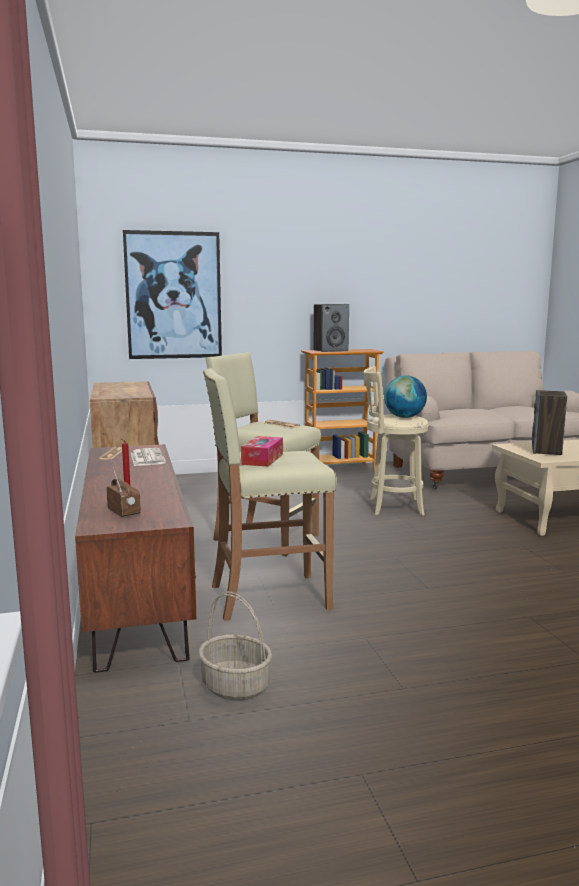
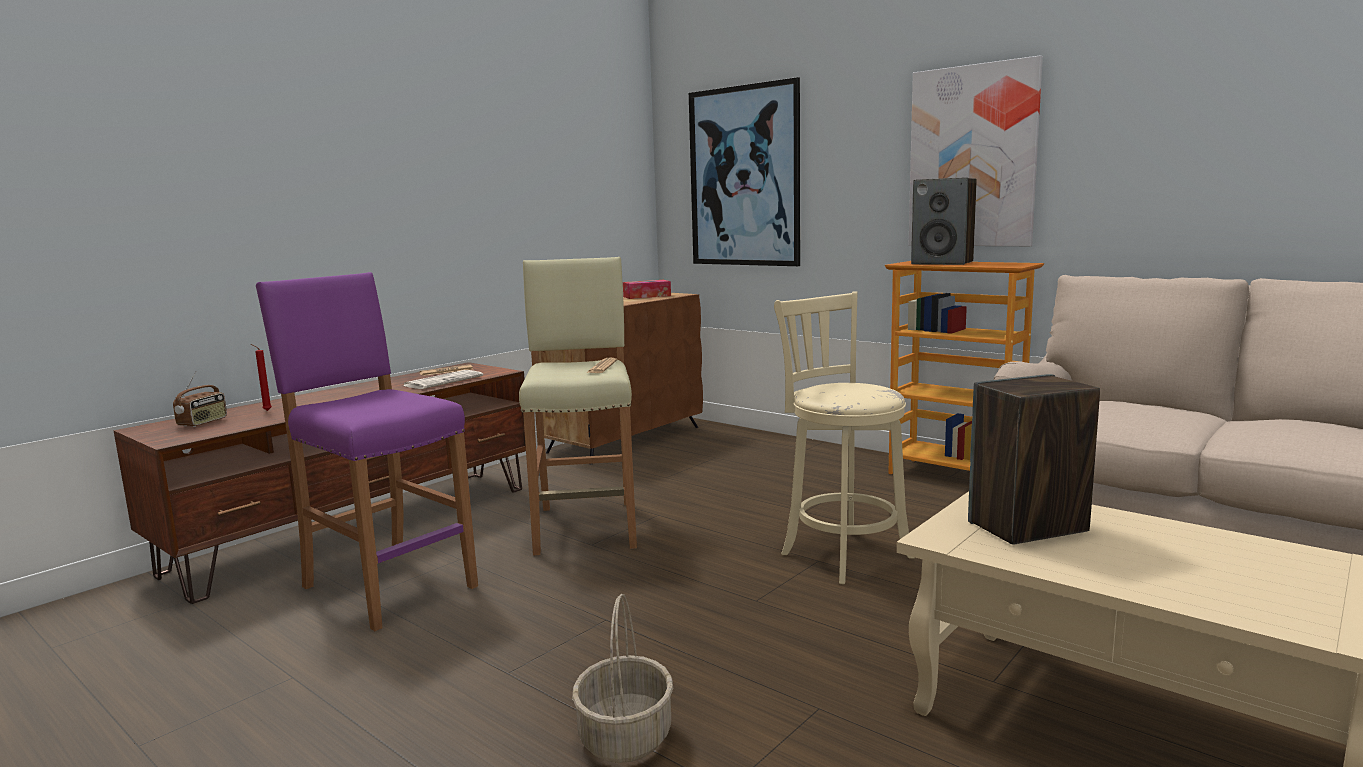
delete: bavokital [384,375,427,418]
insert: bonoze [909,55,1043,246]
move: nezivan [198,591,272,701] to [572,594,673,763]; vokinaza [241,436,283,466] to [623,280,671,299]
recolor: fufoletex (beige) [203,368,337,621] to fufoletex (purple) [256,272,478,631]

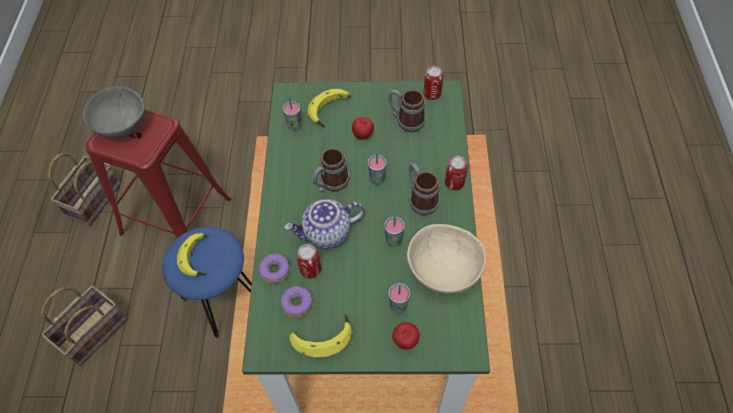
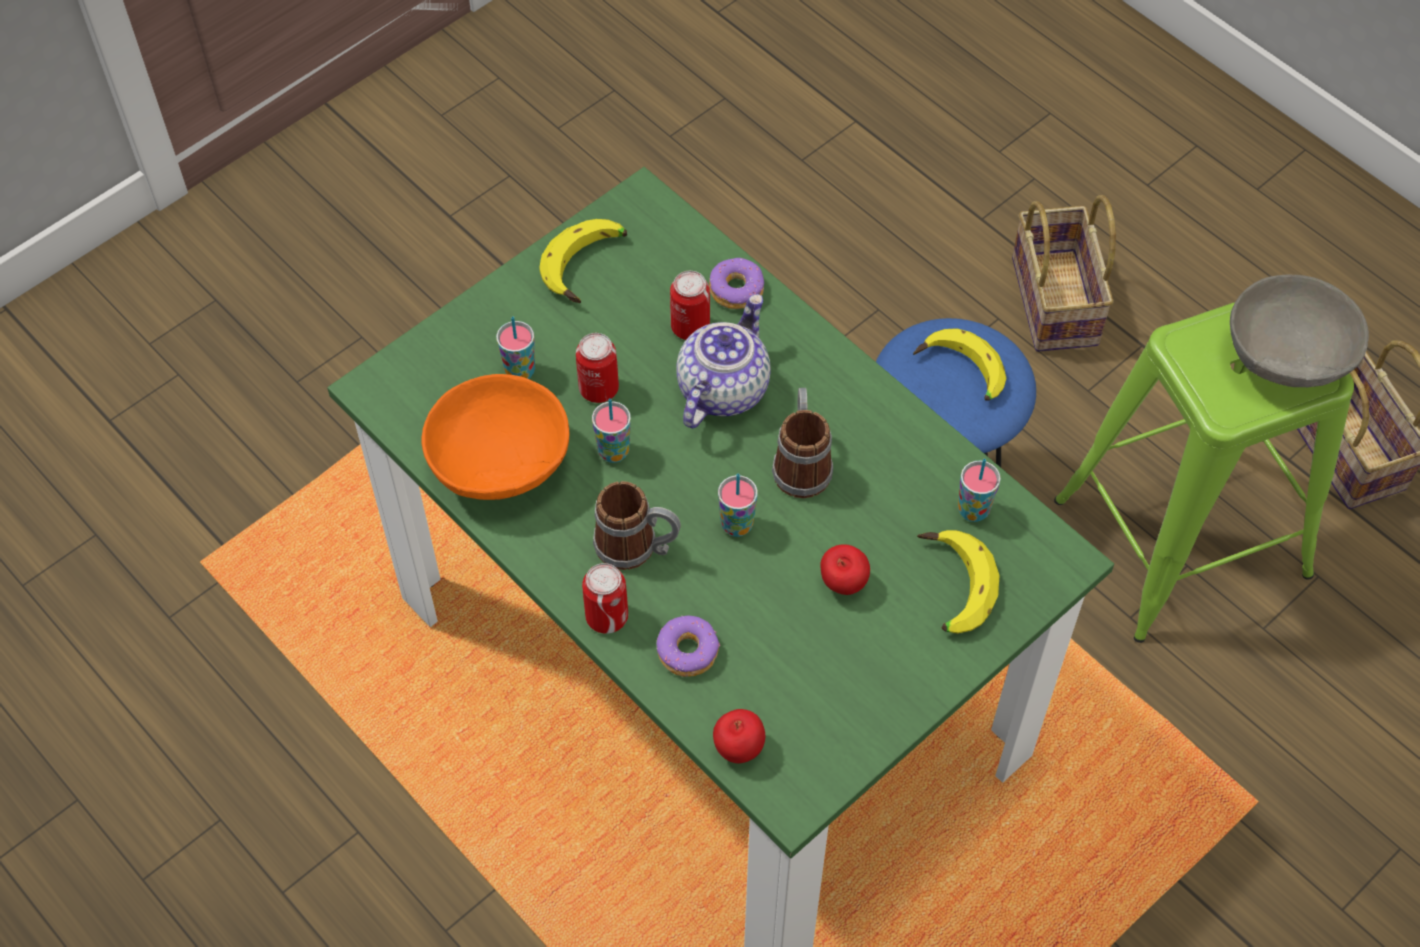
delete: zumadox [388,90,425,132]
move: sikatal [424,66,443,100] to [576,333,619,403]; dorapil [281,286,312,318] to [656,615,720,677]; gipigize [392,322,419,350] to [713,709,765,763]
recolor: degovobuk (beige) [407,224,486,294] to degovobuk (orange) [421,374,569,500]; fufoletex (red) [86,110,231,238] to fufoletex (green) [1054,302,1354,643]

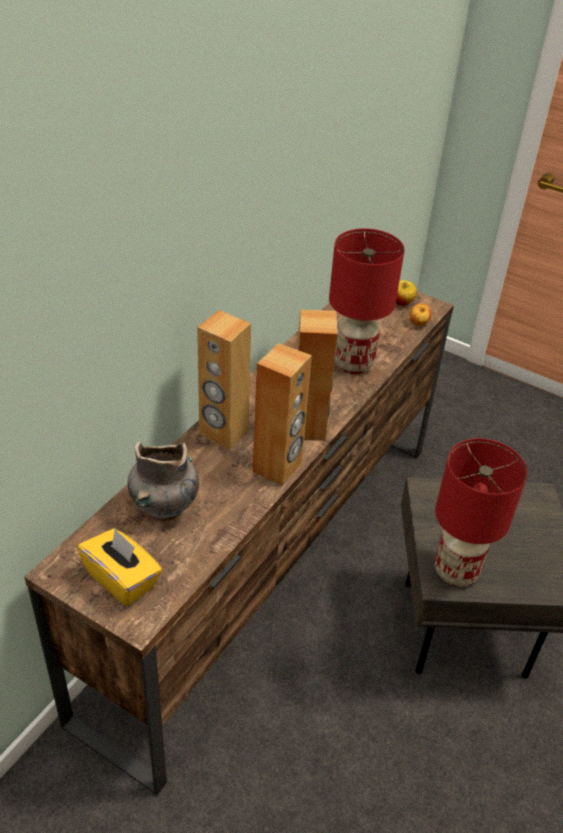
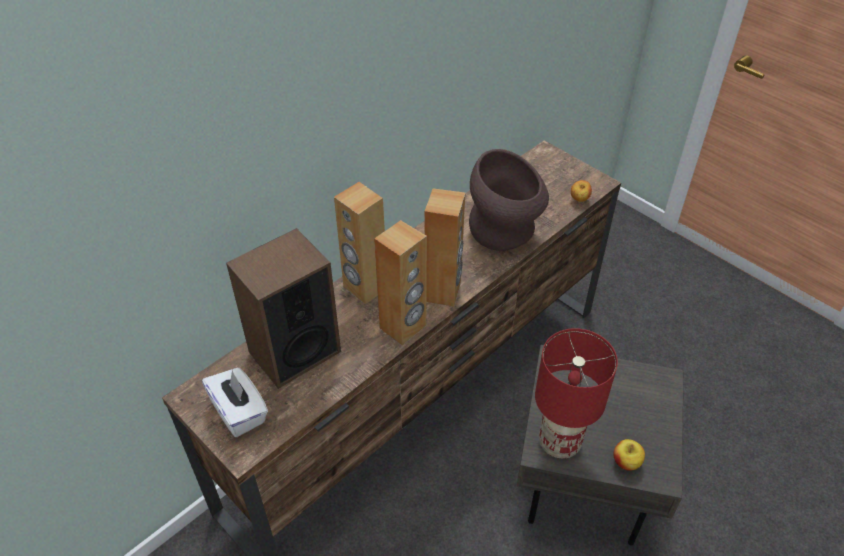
move: gipigize [396,280,417,306] to [614,439,645,471]
replace: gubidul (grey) [128,442,199,521] to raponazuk [226,228,341,389]; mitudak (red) [329,228,405,374] to gubidul (brown) [469,149,549,251]
recolor: vokinaza (yellow) [77,528,162,606] to vokinaza (white) [202,367,268,437]

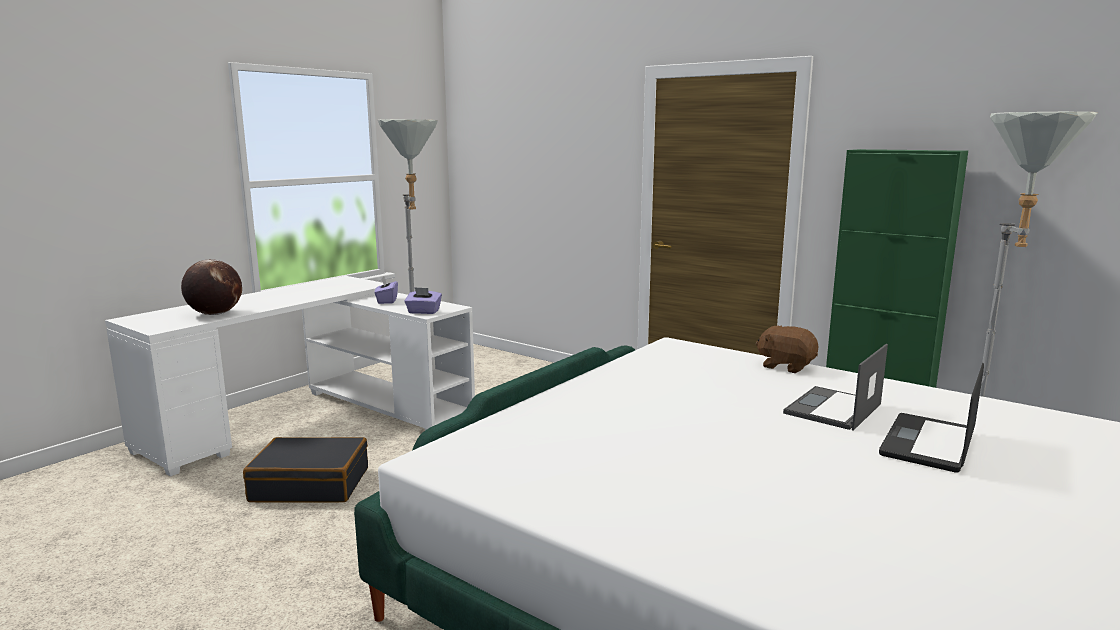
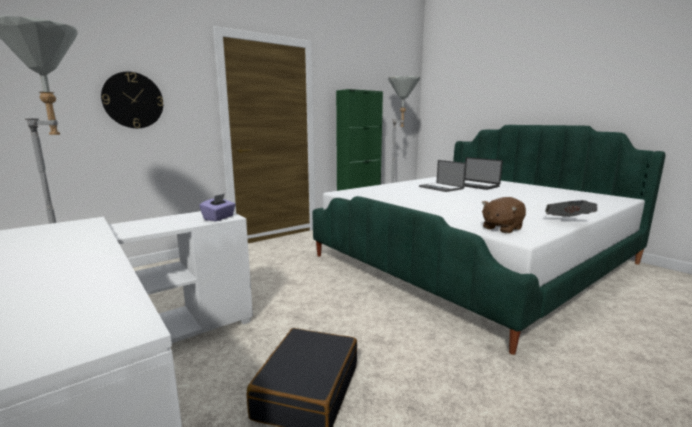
delete: bavokital [181,259,242,315]; vokinaza (purple) [374,277,398,304]
insert: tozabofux [101,72,163,128]; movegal [545,200,597,217]
move: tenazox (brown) [756,326,818,373] to [482,197,526,234]

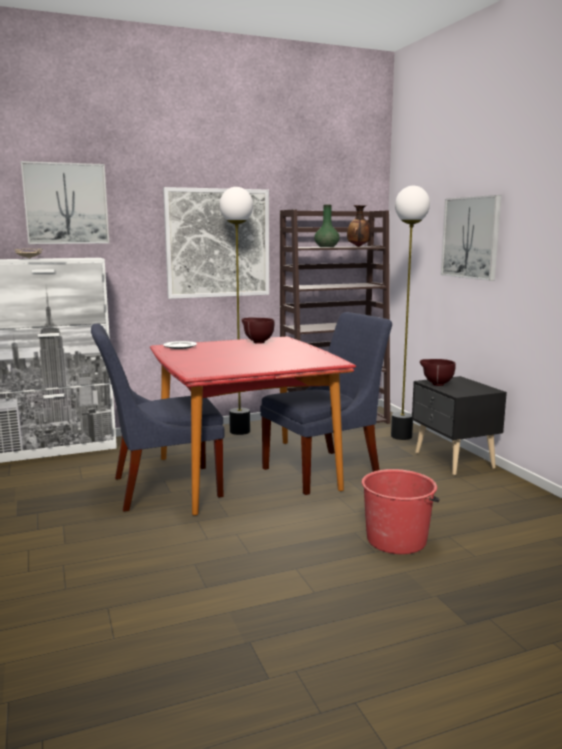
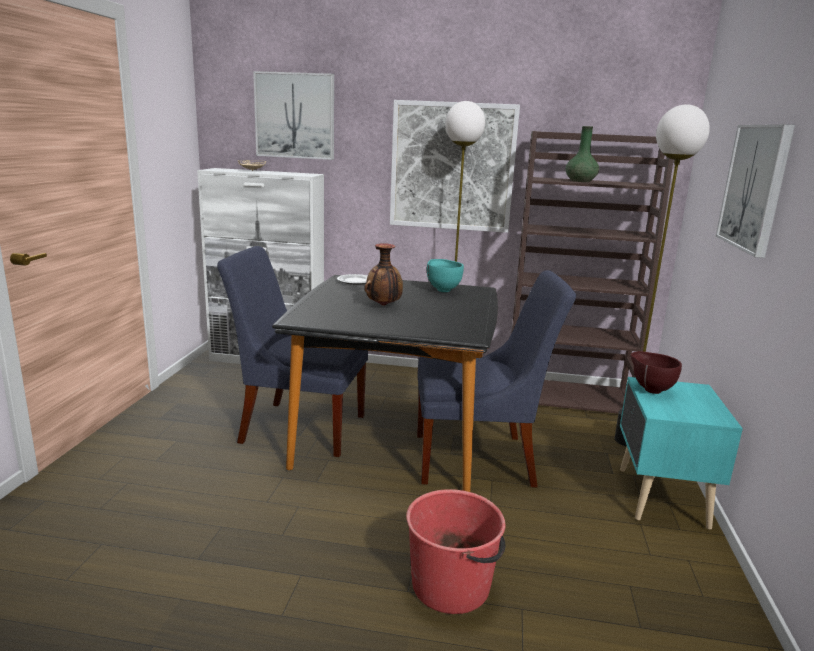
move: gubidul [347,205,371,247] to [364,243,403,306]
recolor: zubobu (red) [150,336,356,516] to zubobu (black) [272,275,498,492]; degovobuk (brown) [242,317,275,344] to degovobuk (turquoise) [427,259,464,292]; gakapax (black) [412,376,507,475] to gakapax (turquoise) [620,377,743,530]

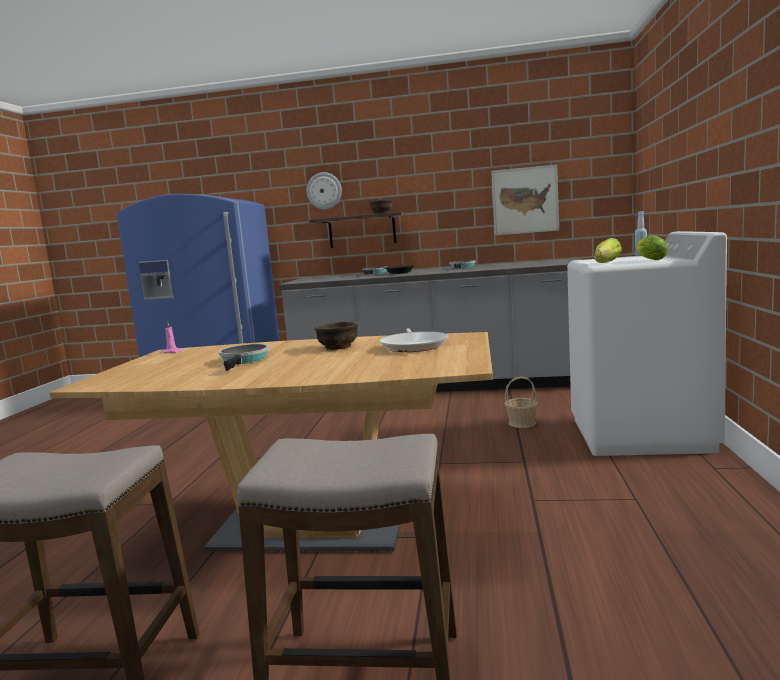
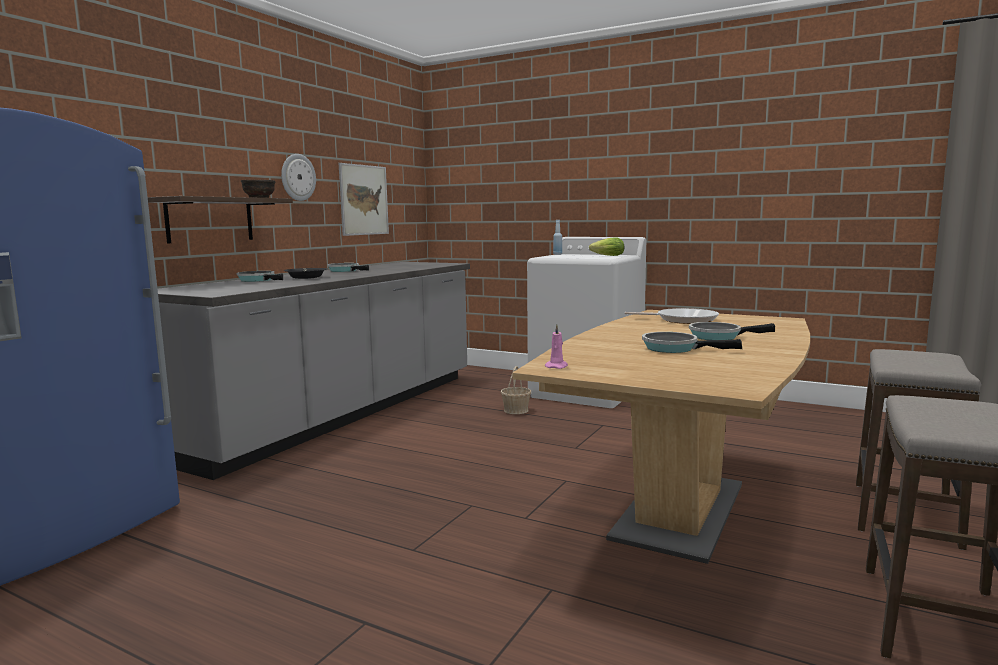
delete: degovobuk (brown) [314,321,358,350]; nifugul [594,238,622,263]
insert: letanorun [689,322,775,340]
move: tozabofux [307,172,342,210] to [281,154,316,201]

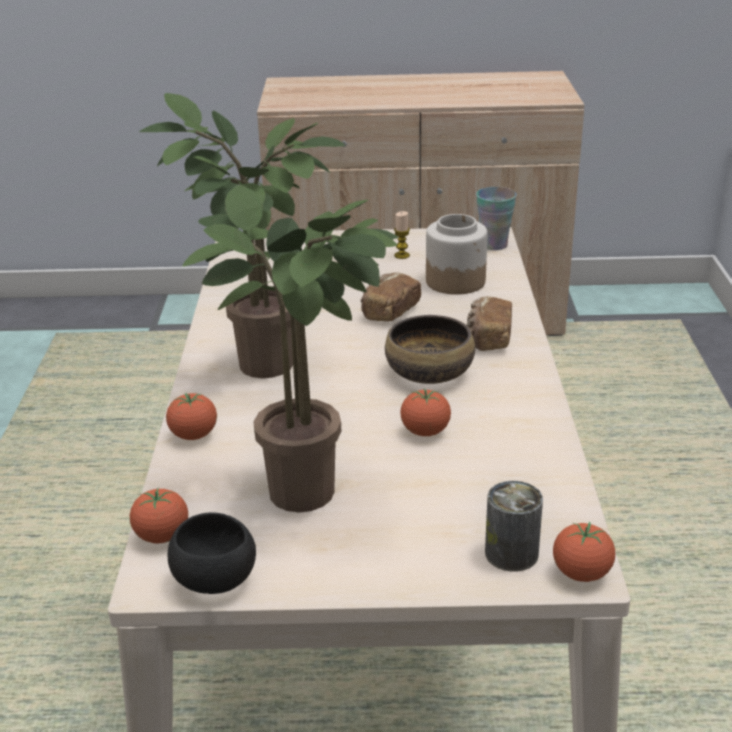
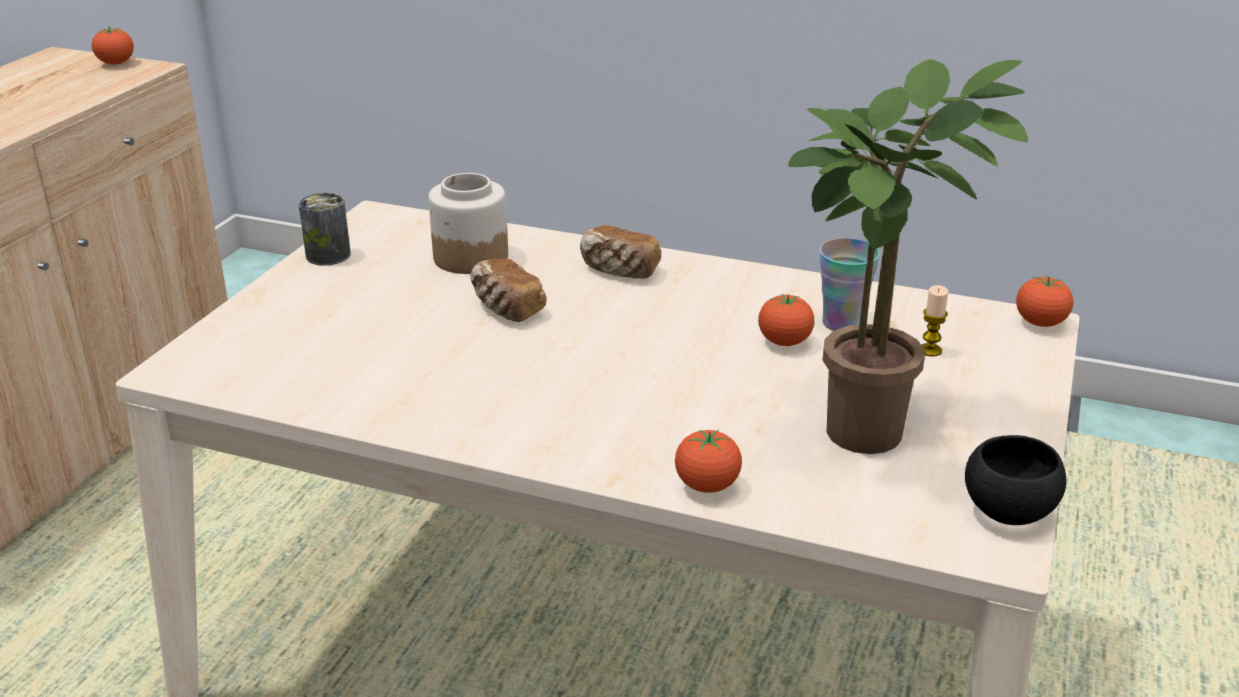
delete: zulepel [139,93,346,378]; degovobuk [385,315,475,384]
move: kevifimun [130,487,188,543] to [92,26,134,64]; sikatal [485,481,543,572] to [299,193,351,266]; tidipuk [476,187,517,250] to [820,238,880,331]; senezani [394,211,410,259] to [921,285,949,357]

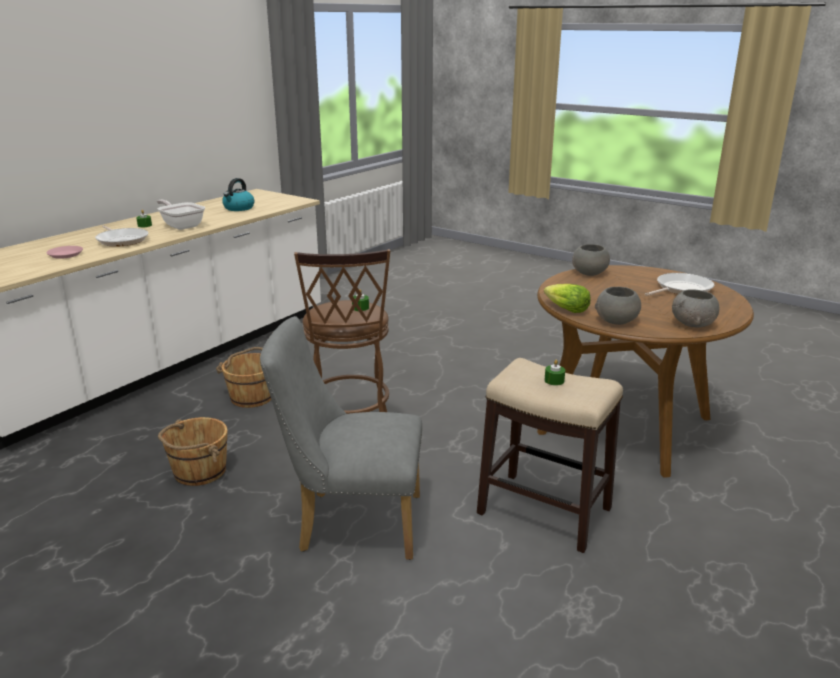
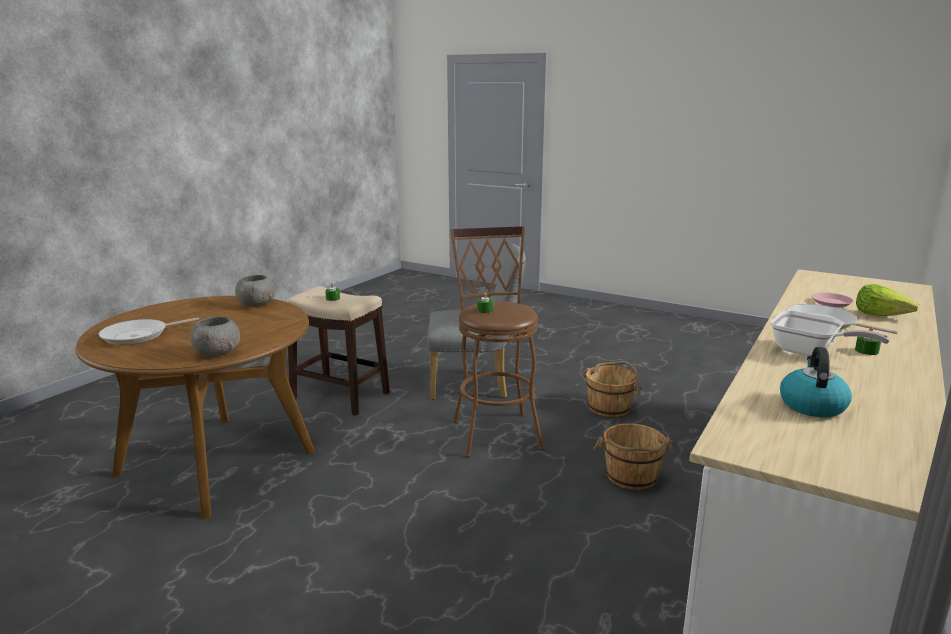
delete: degovobuk (grey) [672,289,719,327]
move: nifugul [544,284,590,313] to [856,284,919,316]

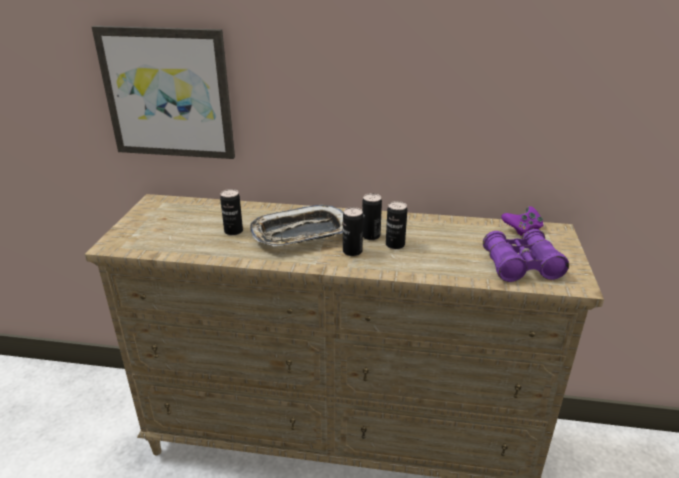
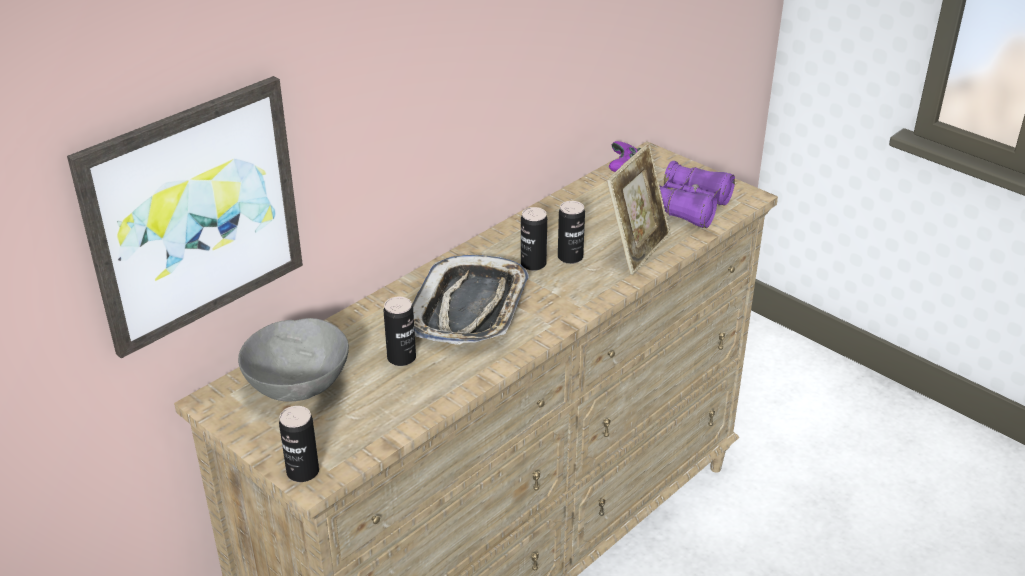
insert: degovobuk (grey) [238,318,349,402]; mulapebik [607,143,670,275]
move: sikatal [343,207,363,256] to [279,406,319,482]

